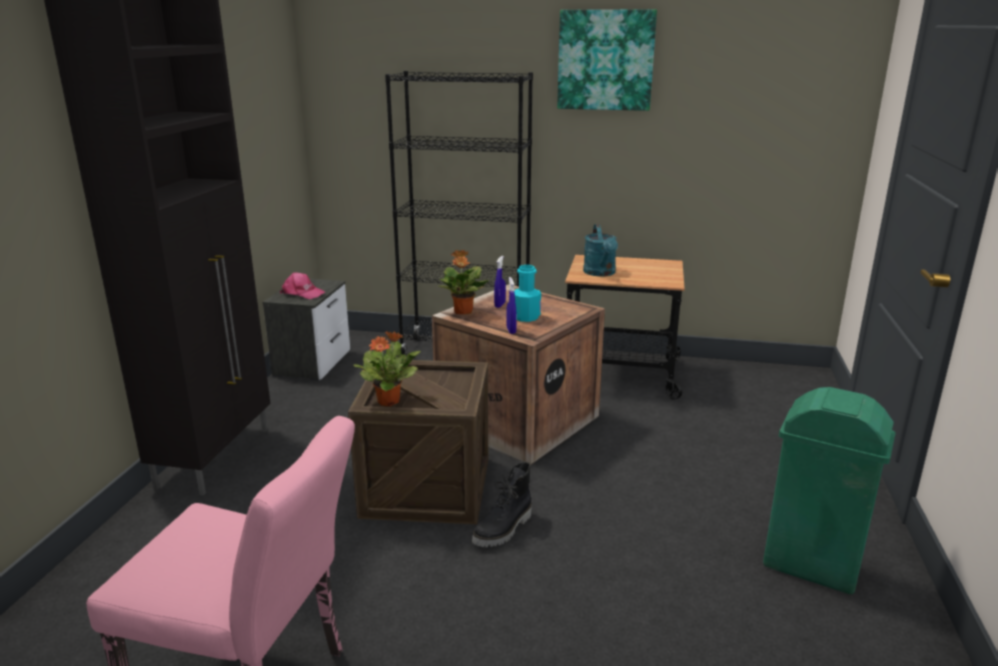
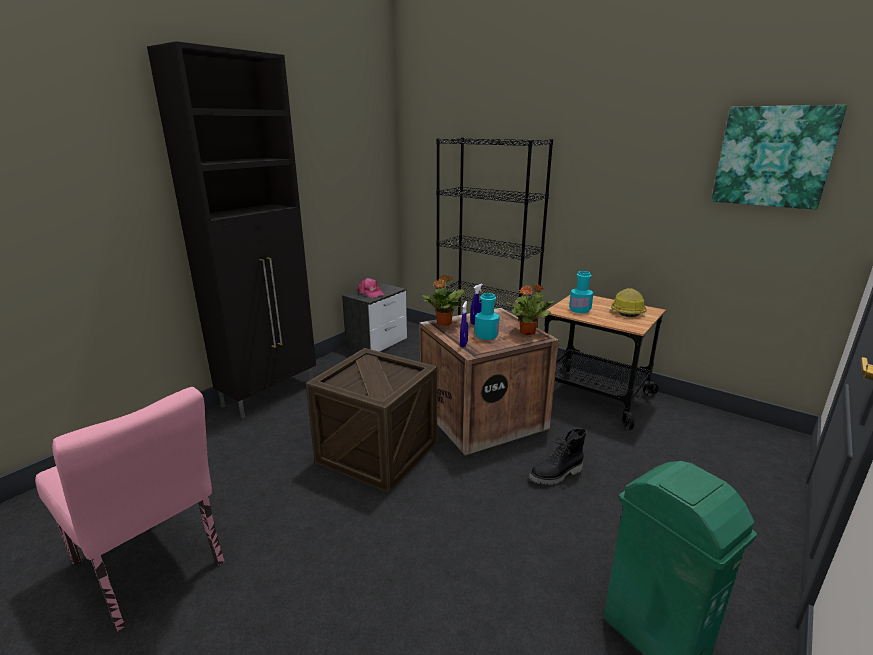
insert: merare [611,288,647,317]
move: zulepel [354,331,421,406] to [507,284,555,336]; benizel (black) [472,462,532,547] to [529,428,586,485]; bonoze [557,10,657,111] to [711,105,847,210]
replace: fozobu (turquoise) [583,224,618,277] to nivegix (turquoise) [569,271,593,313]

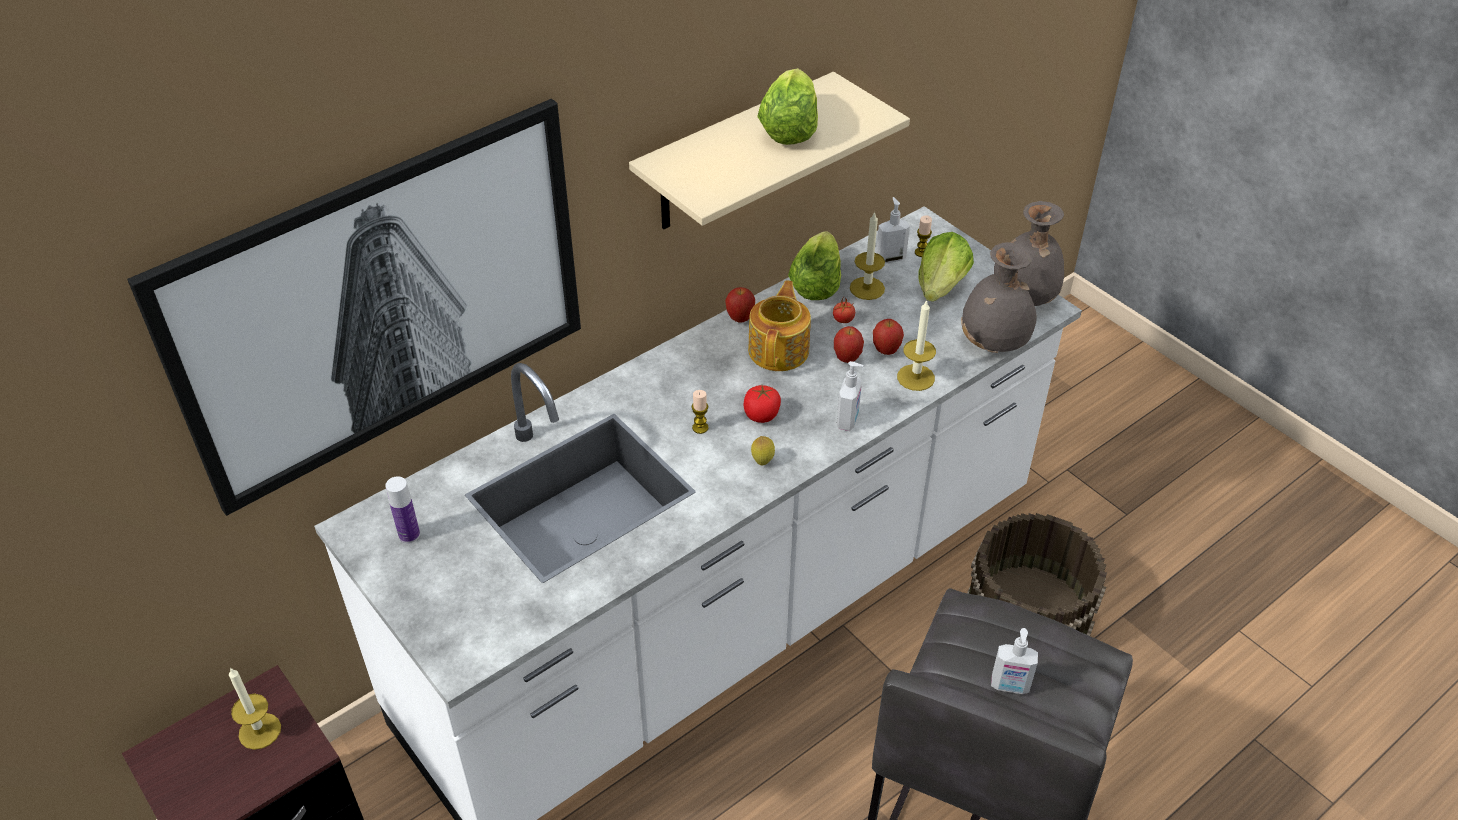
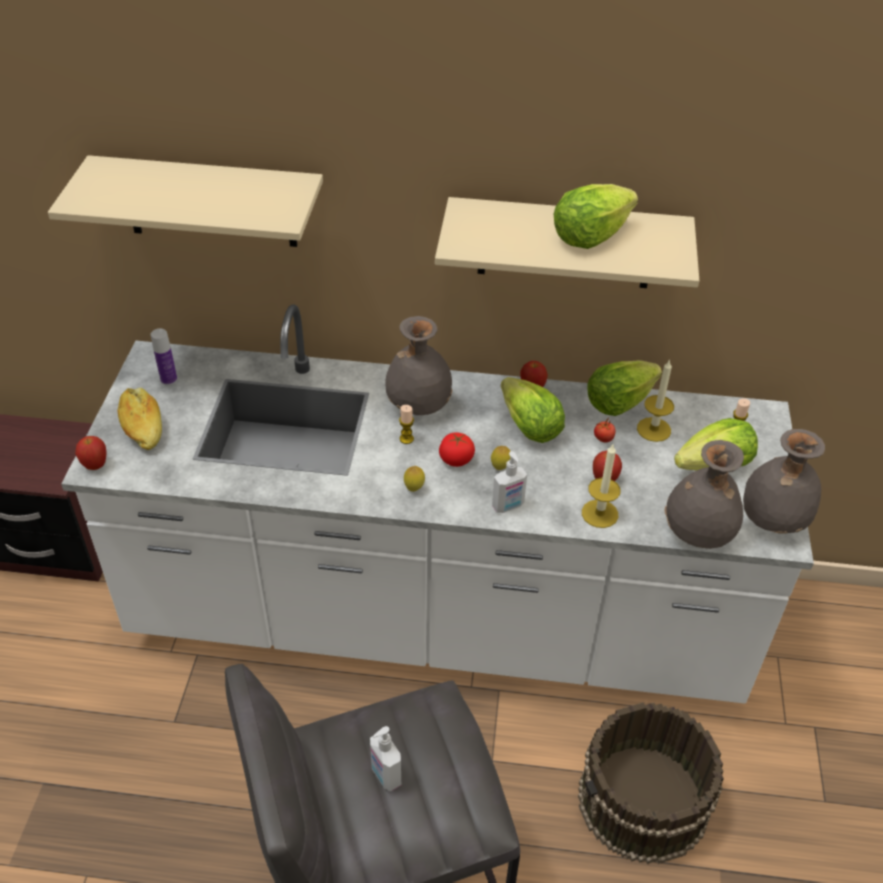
delete: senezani [229,667,281,750]; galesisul [876,197,910,263]
insert: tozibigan [117,388,162,450]; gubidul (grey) [385,316,452,415]; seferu [491,446,510,470]
move: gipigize [834,326,864,363] to [75,436,107,470]
replace: bonoze [127,99,581,516] to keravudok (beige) [48,155,323,247]; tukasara [748,280,811,371] to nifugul [501,377,565,443]

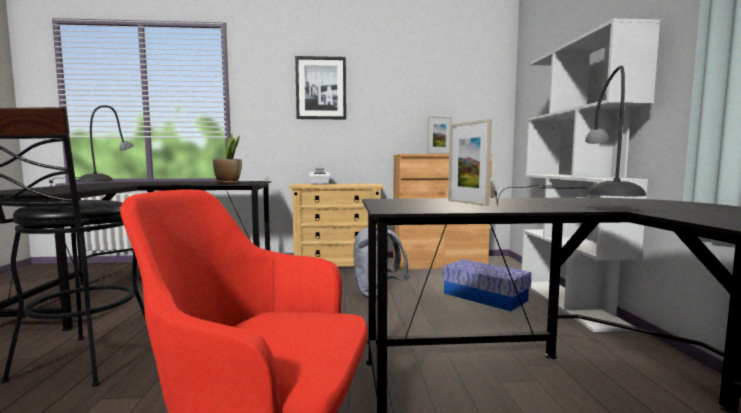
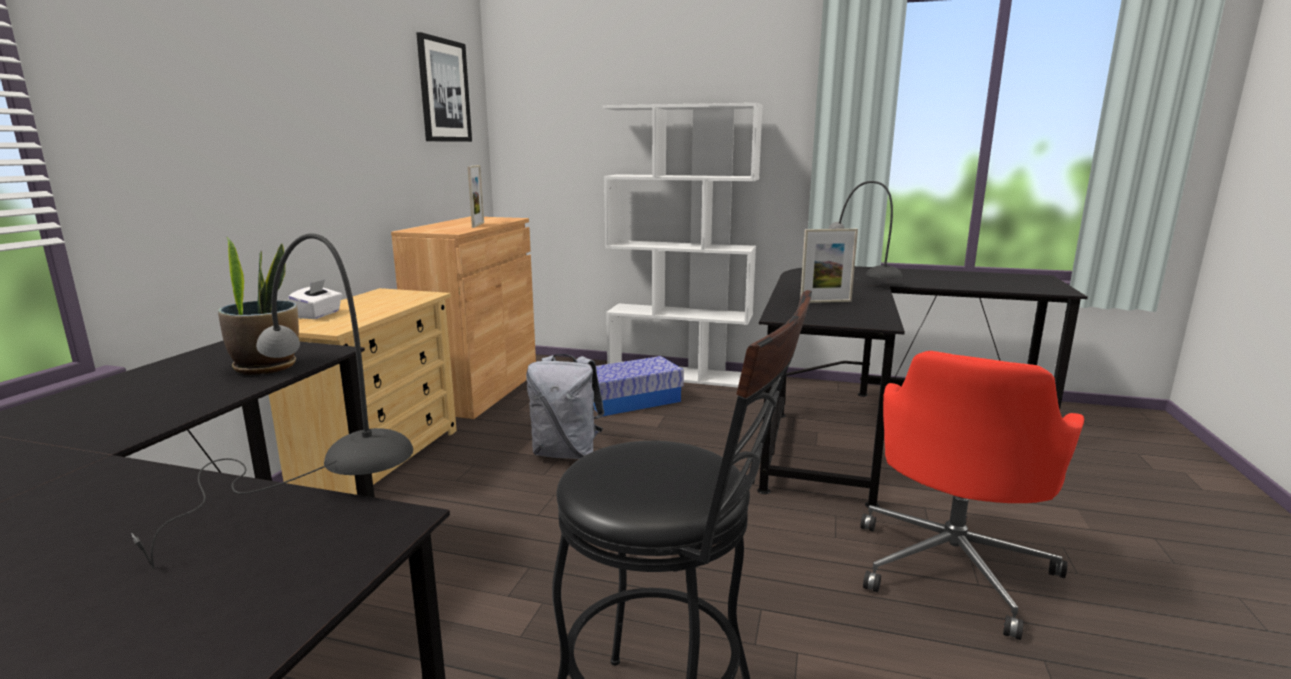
move: bonoze [295,56,346,119] to [416,32,472,142]

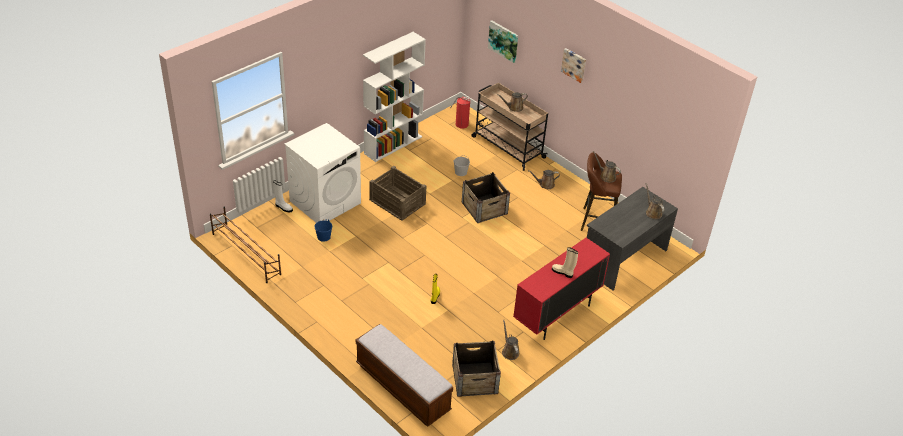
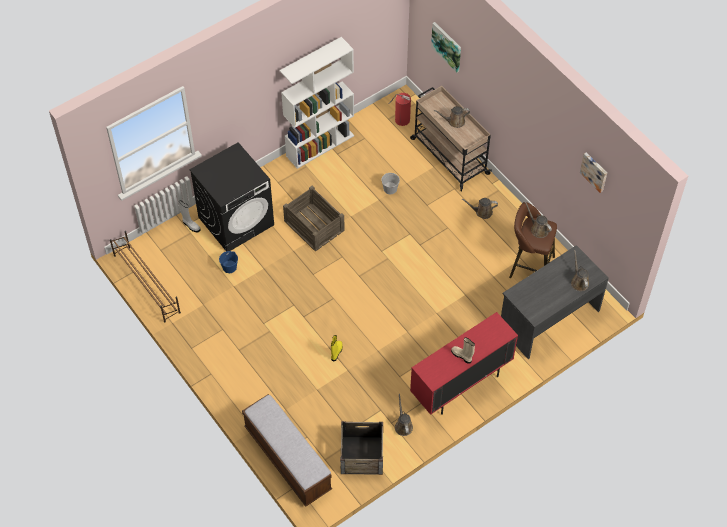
delete: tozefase [462,172,510,223]
move: bonoze [561,48,586,83] to [580,152,607,193]
recolor: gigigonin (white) [285,123,361,223] to gigigonin (black) [189,142,274,251]

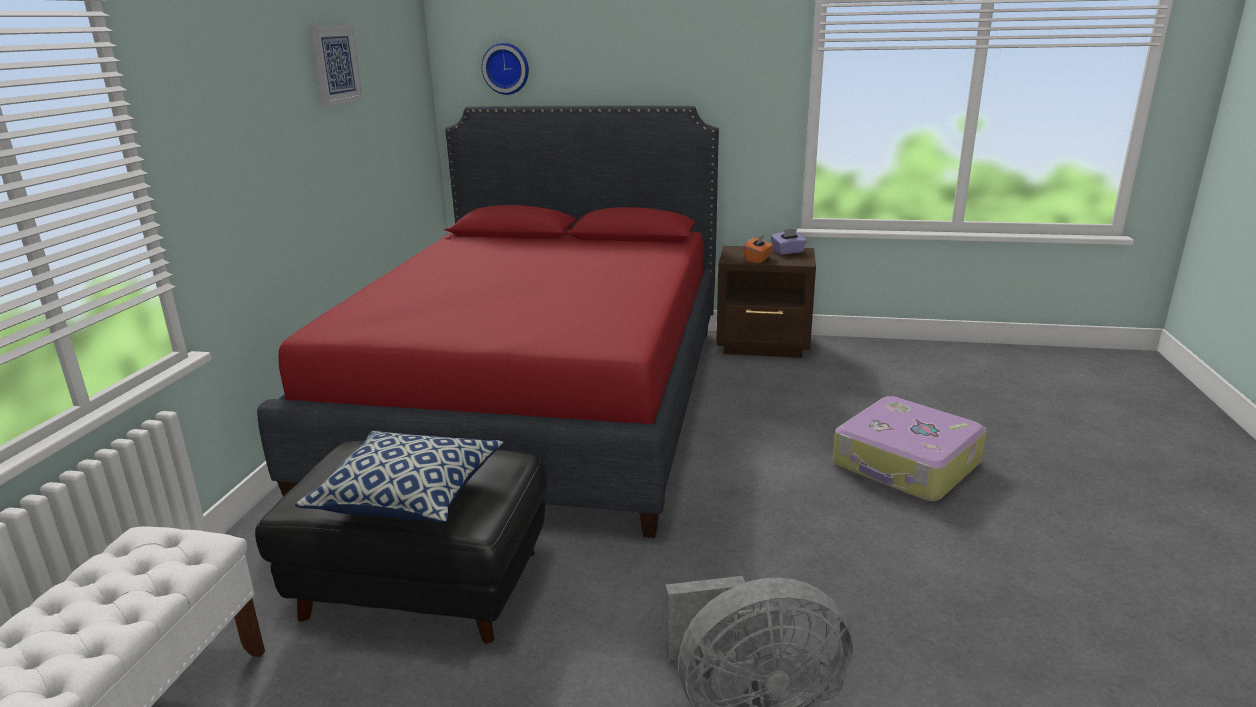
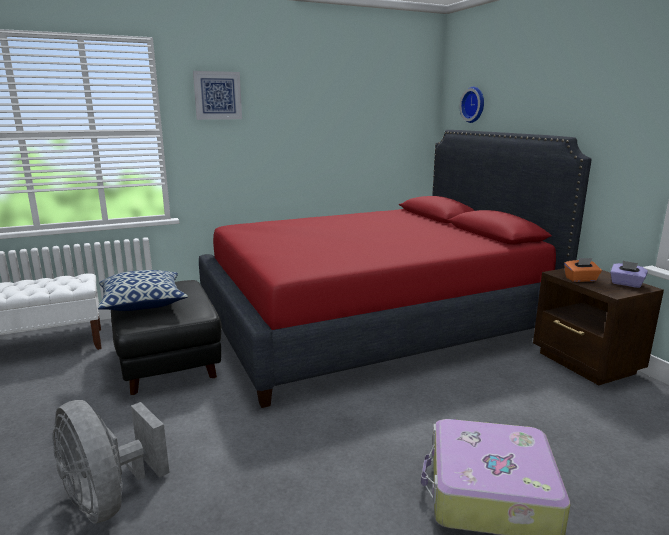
move: bonoze [310,25,363,106] to [193,71,242,120]

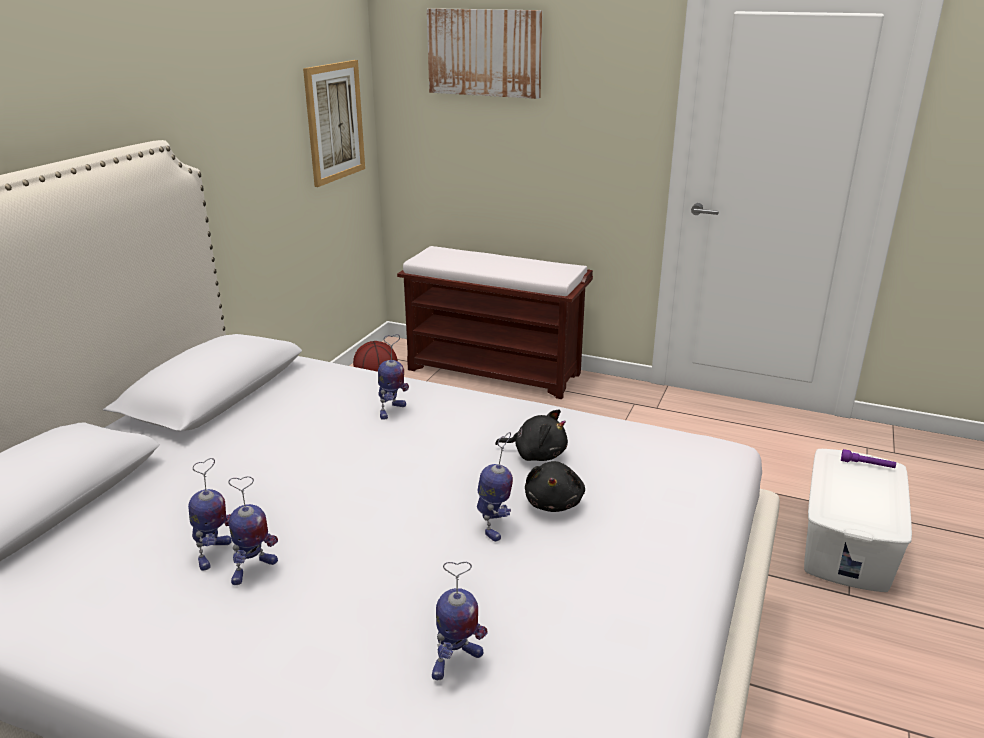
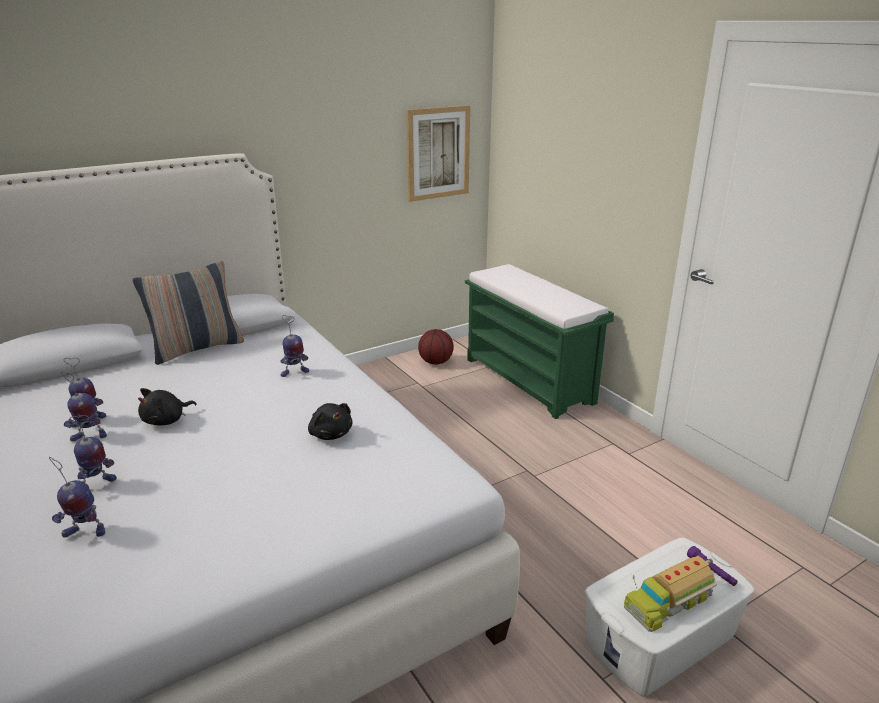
delete: bonoze [427,8,543,99]
insert: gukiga [133,261,244,365]; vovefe [624,556,717,632]
move: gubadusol [477,432,513,542] to [69,415,117,487]; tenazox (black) [525,461,585,512] to [138,388,197,425]
recolor: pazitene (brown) [397,246,593,399] to pazitene (green) [465,264,614,419]

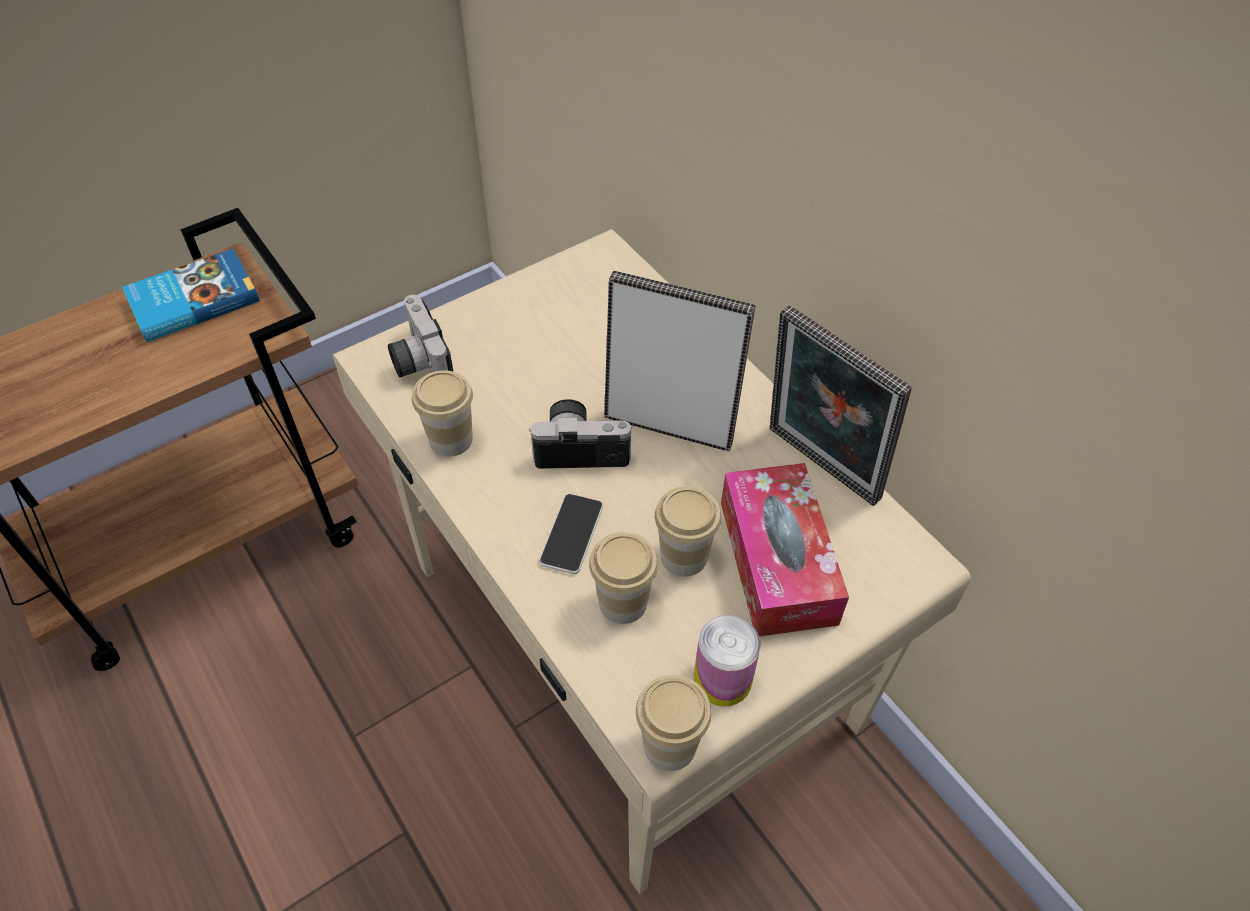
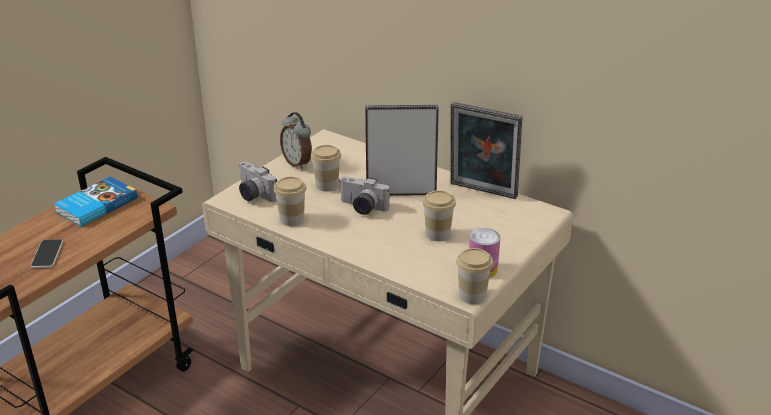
delete: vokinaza [721,463,849,637]
insert: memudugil [280,112,312,169]
move: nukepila [539,494,603,574] to [30,239,63,268]; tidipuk [589,532,658,624] to [311,145,341,192]
rotate: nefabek [529,399,632,469] = [339,176,389,215] 135 degrees counterclockwise

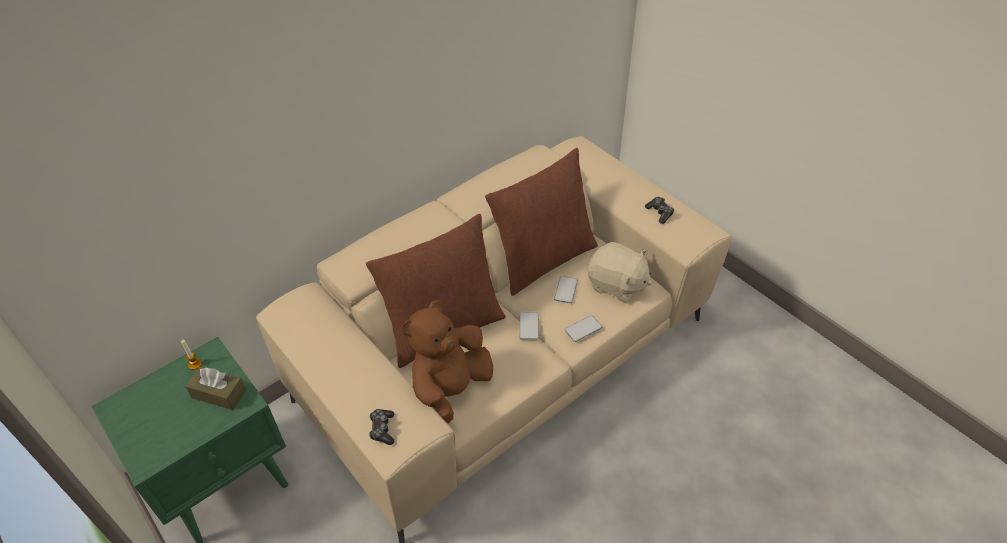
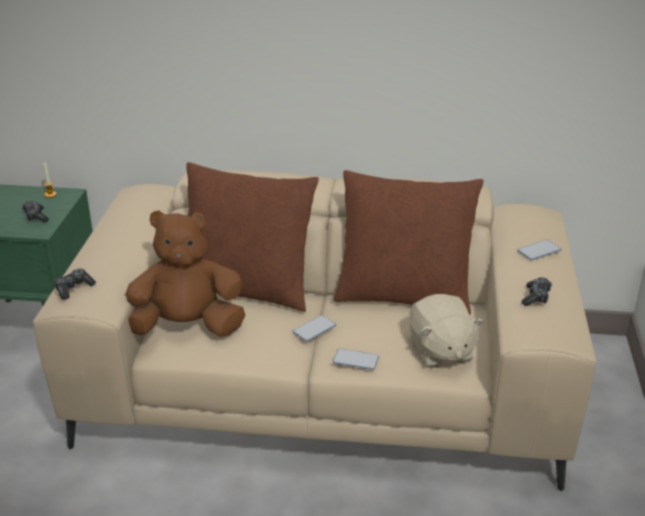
move: nukepila [554,276,578,303] to [517,240,561,260]
replace: vokinaza (brown) [185,366,246,410] to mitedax [22,201,49,223]

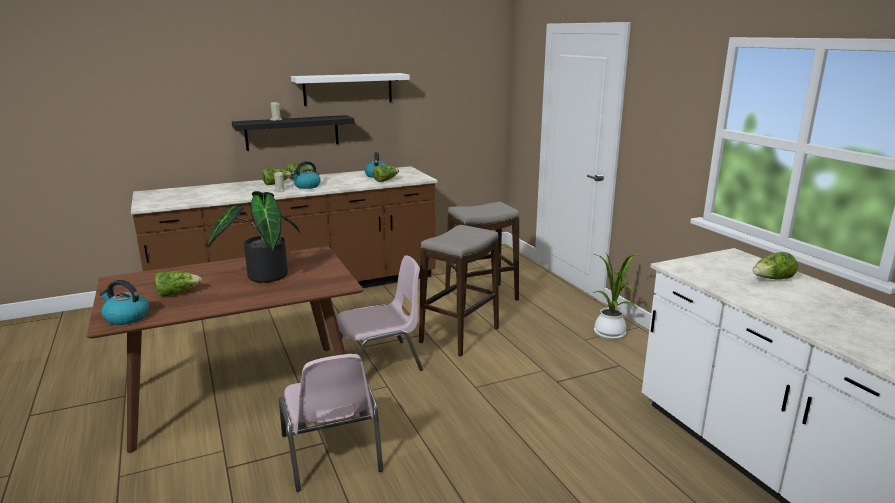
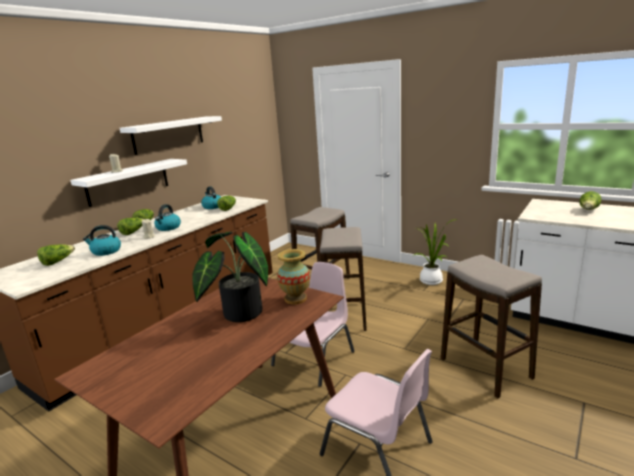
insert: gubidul [277,249,310,305]; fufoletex [441,255,542,398]
move: nifugul [155,271,202,296] to [37,244,75,266]; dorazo [99,280,149,325] to [83,225,121,256]
recolor: keravudok (black) [232,115,354,151] to keravudok (white) [70,159,187,207]

